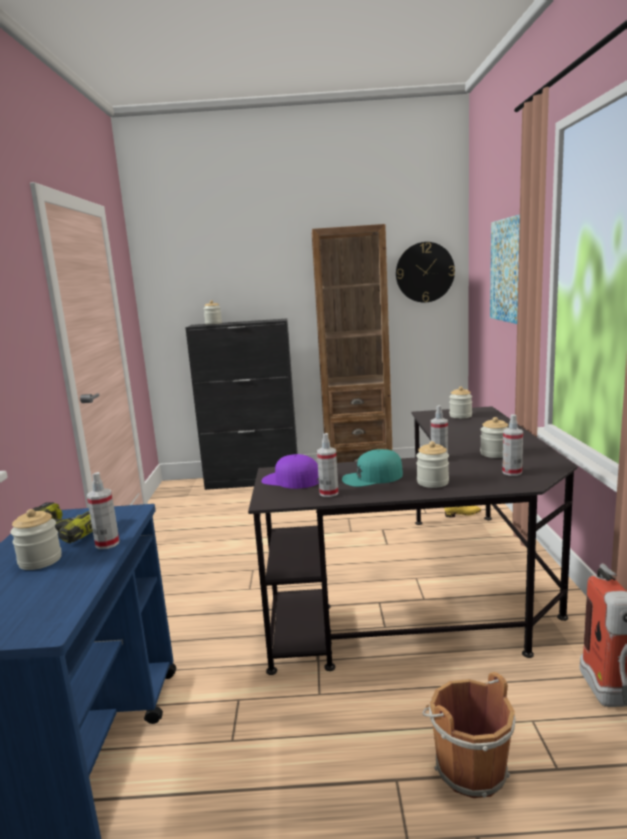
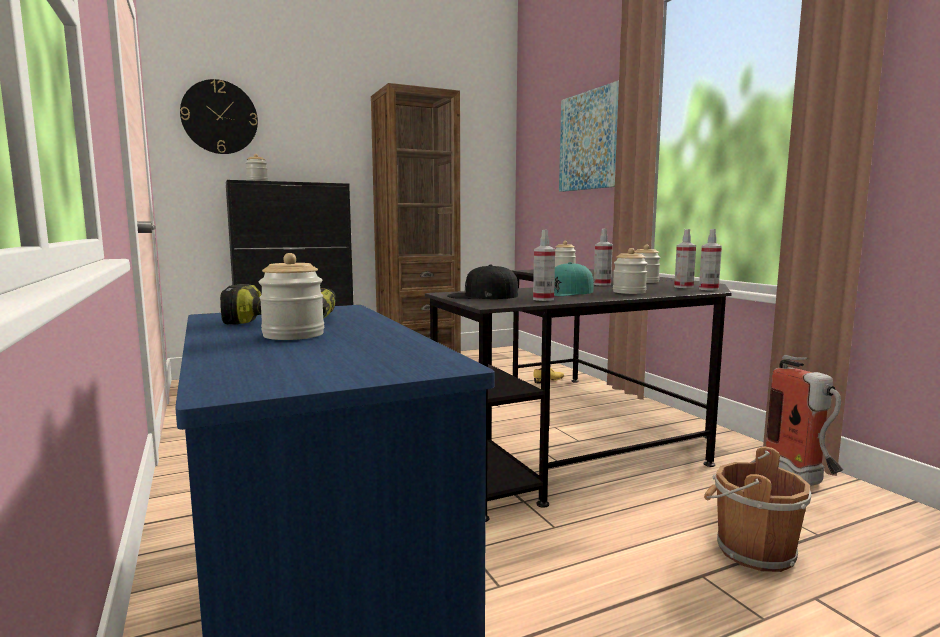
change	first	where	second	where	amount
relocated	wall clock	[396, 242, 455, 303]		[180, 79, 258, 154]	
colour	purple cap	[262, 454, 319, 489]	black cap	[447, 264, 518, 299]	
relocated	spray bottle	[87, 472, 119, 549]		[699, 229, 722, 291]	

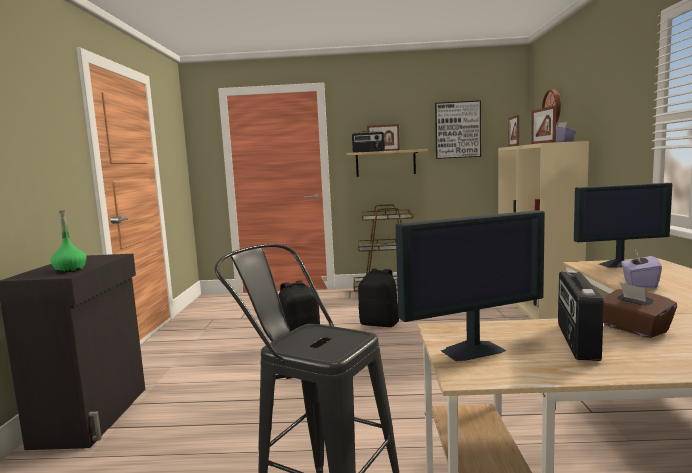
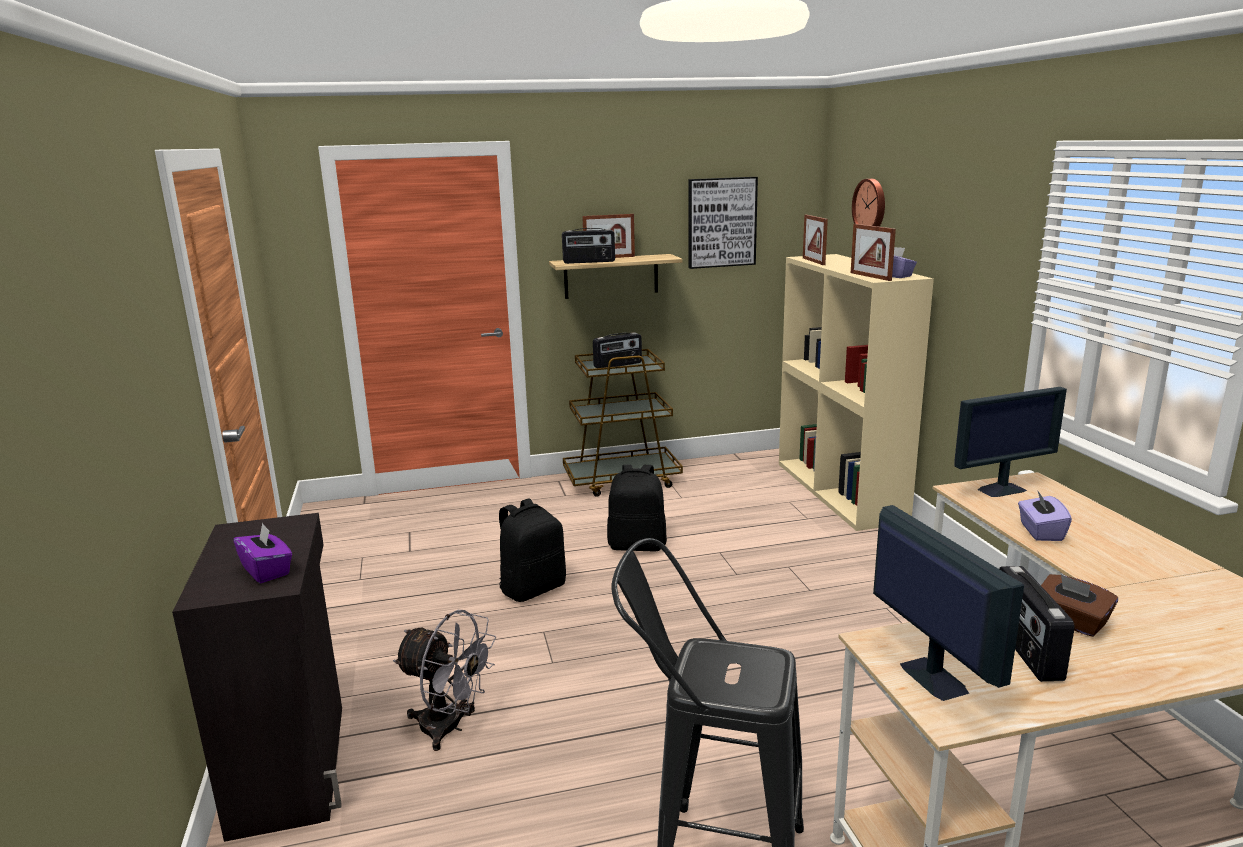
change	first	where	second	where	amount
exchanged	green bottle	[50, 210, 87, 273]	purple tissue box	[233, 522, 292, 583]	
appeared			grey fan	[393, 610, 496, 751]	
appeared			radio	[593, 332, 642, 368]	
spun	monitor	[395, 210, 545, 361]		[873, 505, 1024, 701]	75 degrees counterclockwise

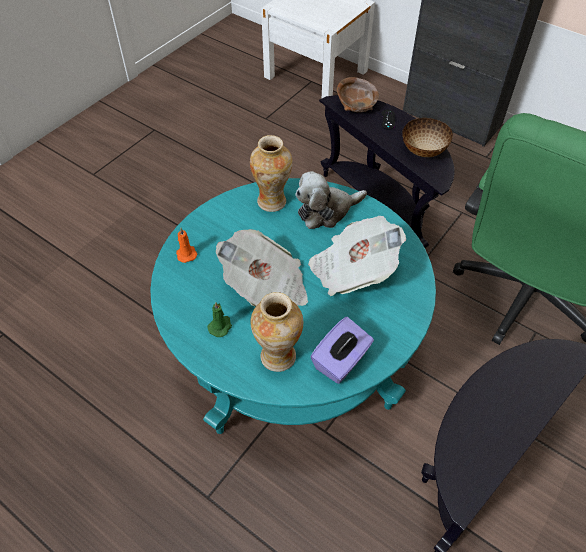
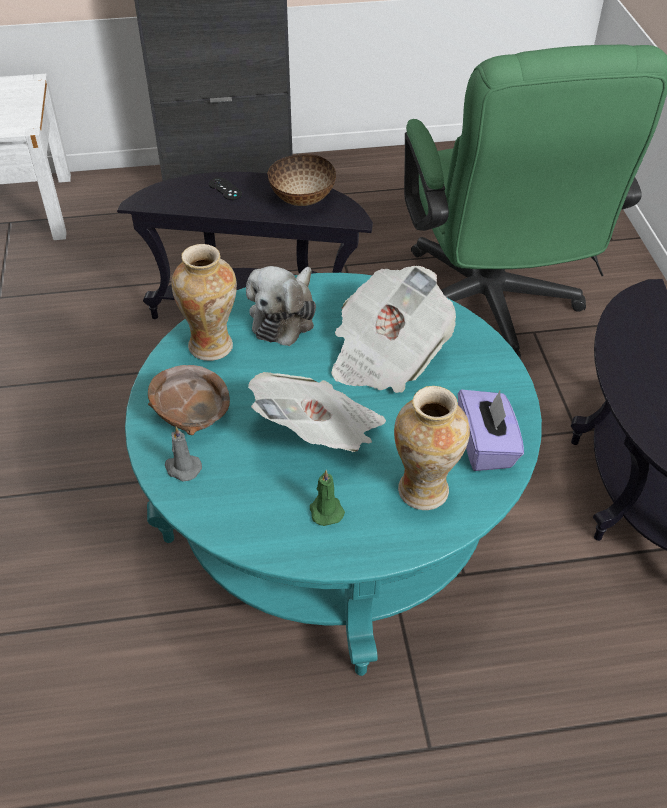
change	first	where	second	where	amount
relocated	brown bowl	[337, 77, 379, 112]		[148, 365, 230, 435]	
colour	orange candle	[176, 228, 197, 263]	grey candle	[165, 427, 202, 481]	

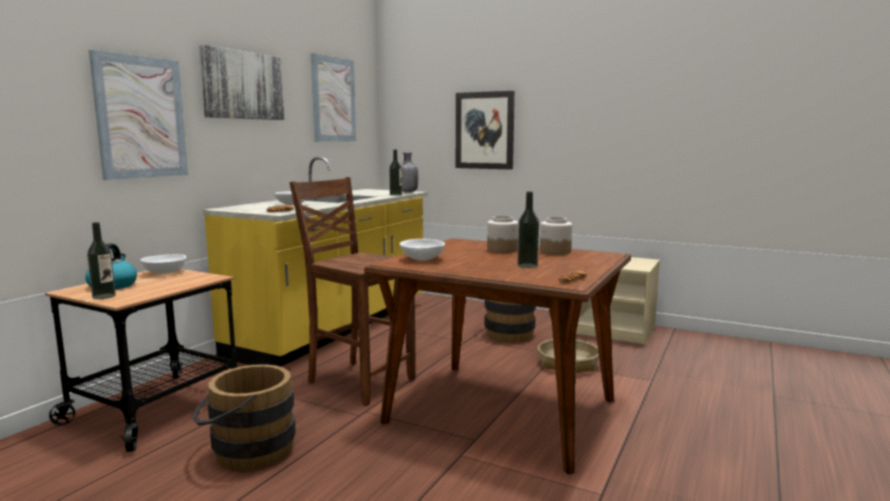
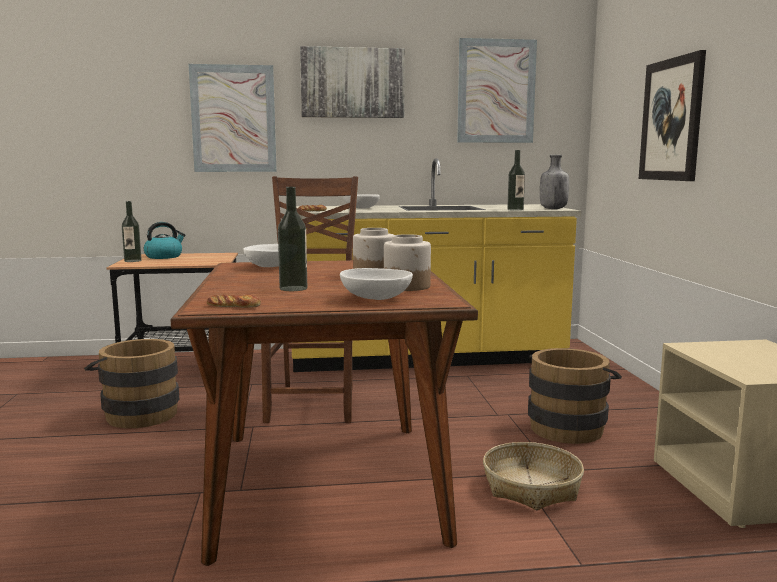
change	first	where	second	where	amount
relocated	white bowl	[140, 254, 186, 274]		[340, 268, 413, 300]	

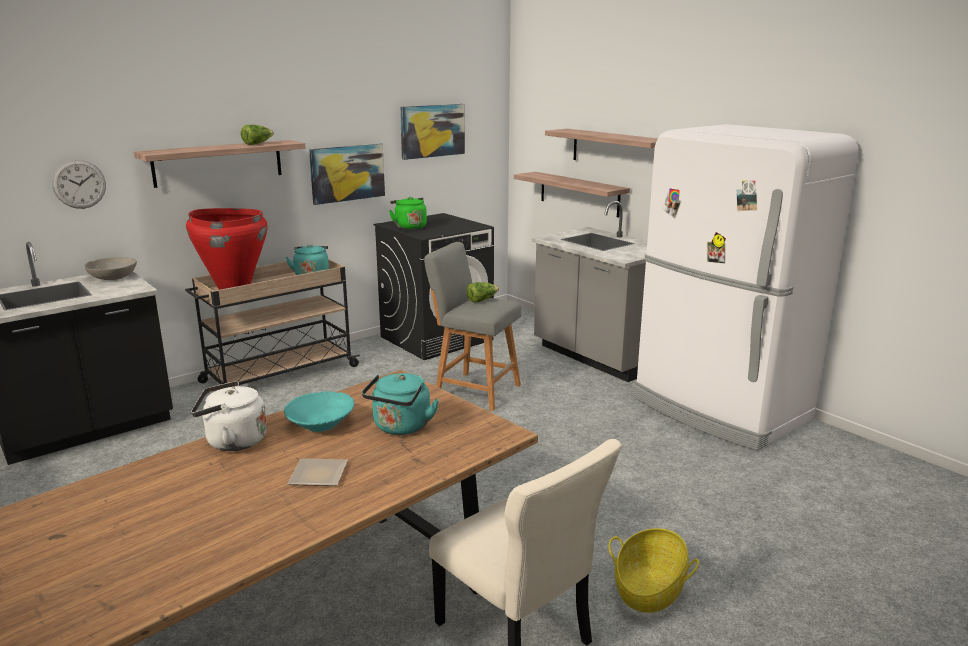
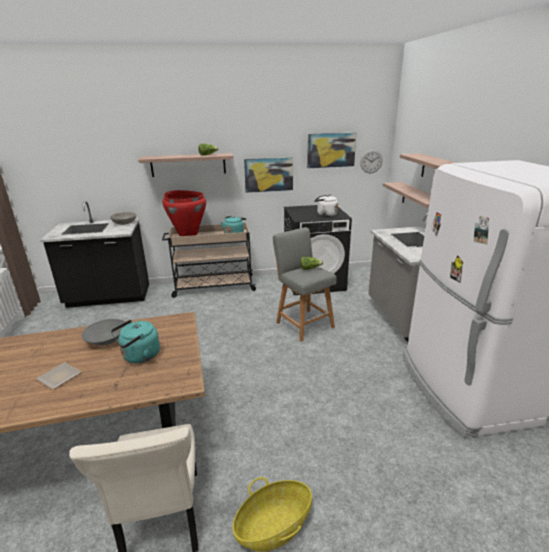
change	first	where	second	where	amount
colour	turquoise bowl	[284, 391, 354, 432]	grey bowl	[82, 319, 125, 345]	
relocated	white kettle	[191, 381, 267, 451]		[314, 194, 338, 217]	
relocated	wall clock	[52, 160, 106, 209]		[360, 150, 383, 174]	
missing	green kettle	[389, 197, 427, 230]			

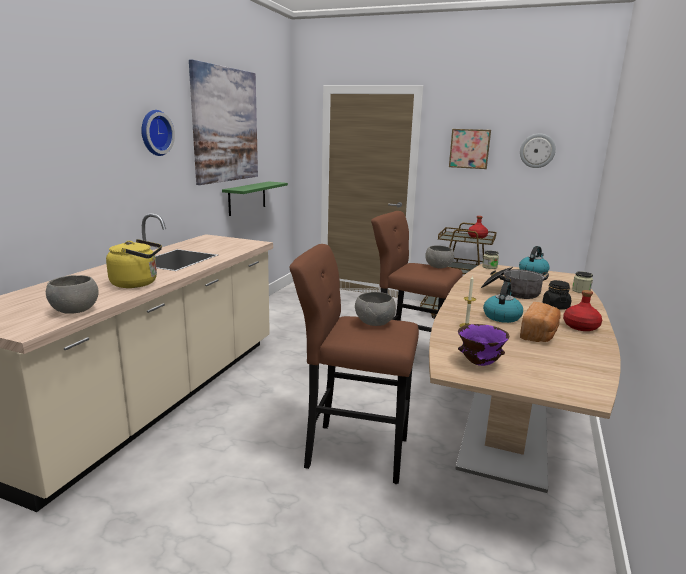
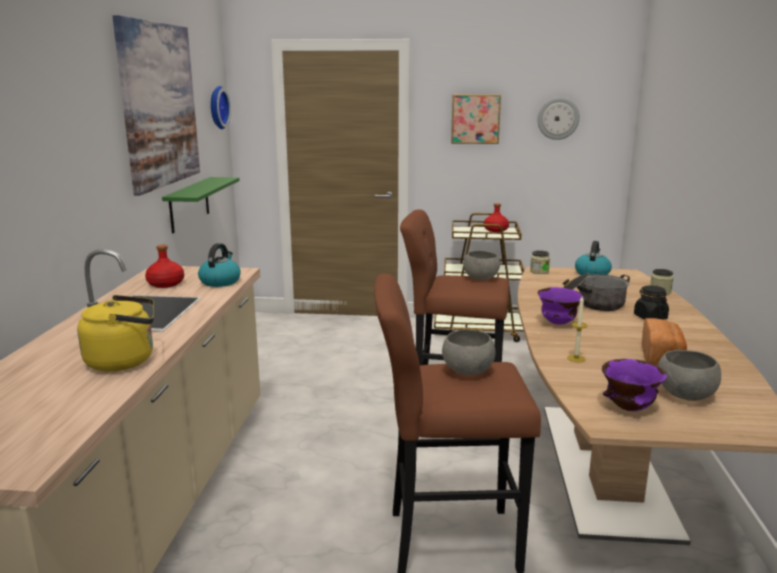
change	first	where	second	where	amount
relocated	red bottle	[563, 290, 602, 331]		[145, 245, 184, 288]	
relocated	kettle	[483, 282, 523, 323]		[198, 243, 241, 287]	
relocated	wall clock	[141, 110, 175, 156]		[211, 86, 231, 129]	
appeared			purple bowl	[538, 287, 584, 325]	
relocated	grey bowl	[46, 275, 99, 314]		[658, 350, 721, 401]	

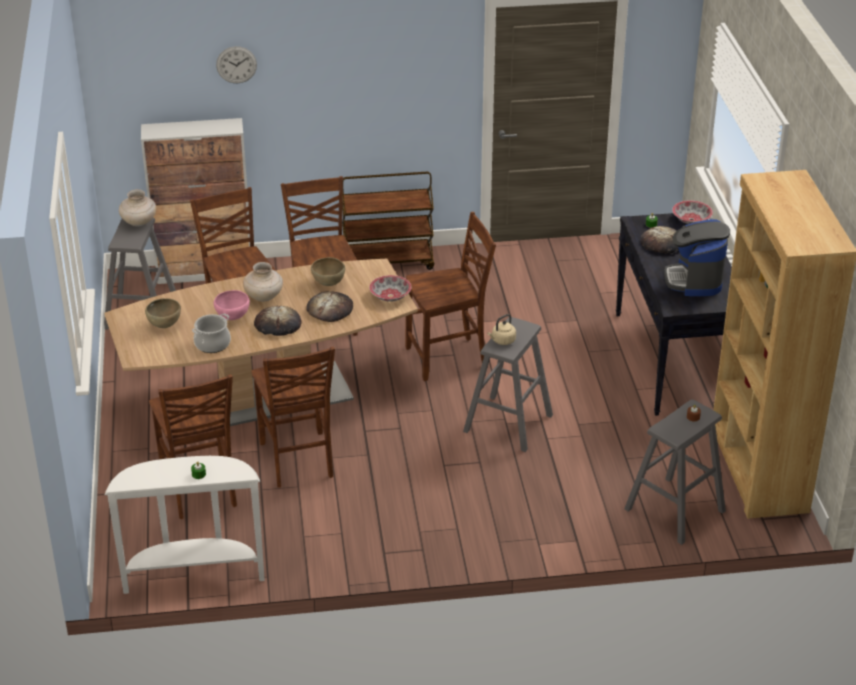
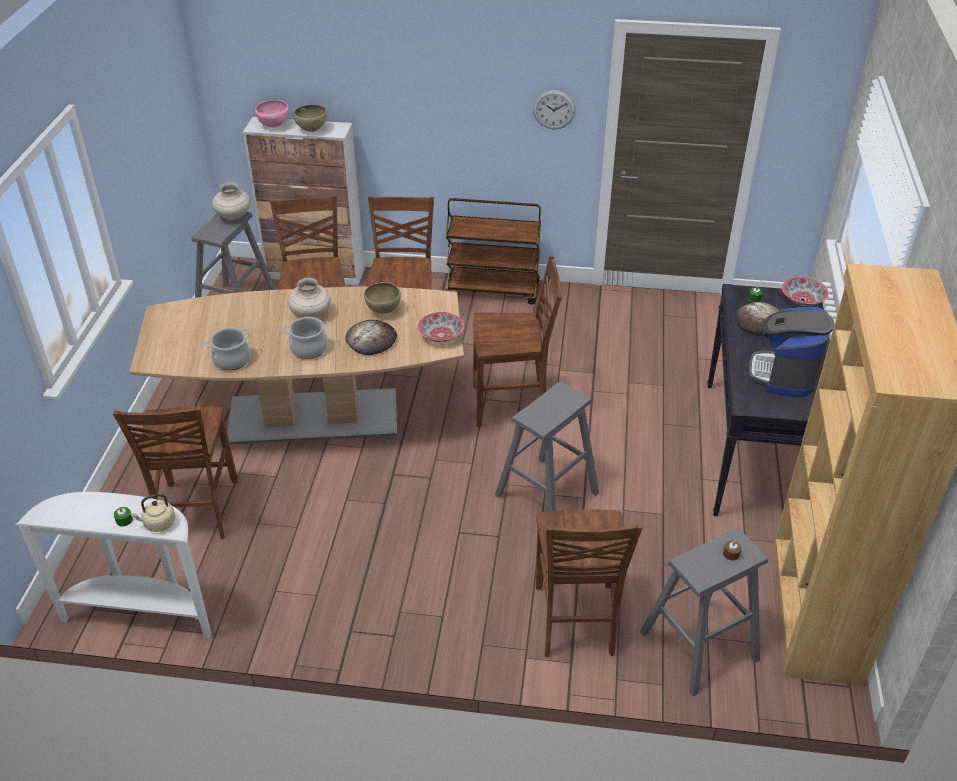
change	first	where	second	where	amount
relocated	beige kettle	[487, 314, 516, 345]		[130, 493, 175, 532]	
relocated	pink bowl	[214, 290, 250, 320]		[255, 100, 289, 127]	
exchanged	bread	[254, 306, 302, 336]	cooking pot	[283, 317, 329, 359]	
relocated	brown bowl	[145, 298, 181, 328]		[293, 104, 327, 132]	
relocated	wall clock	[216, 46, 257, 83]		[533, 90, 575, 129]	
relocated	brown chair	[251, 346, 335, 488]		[536, 509, 643, 658]	

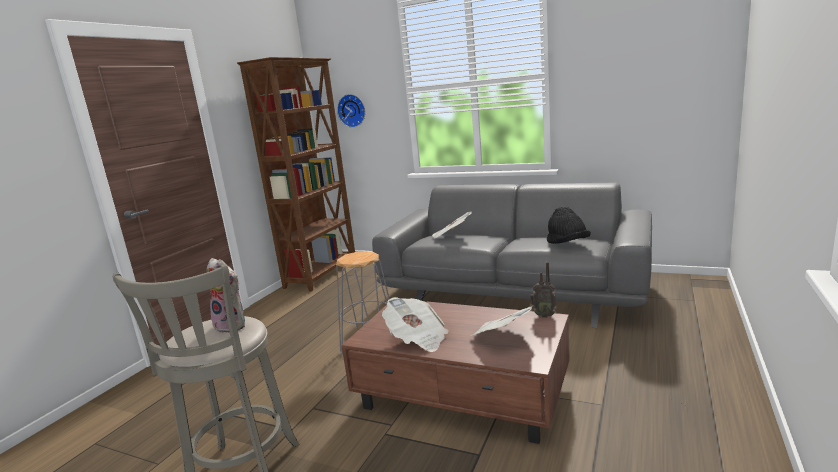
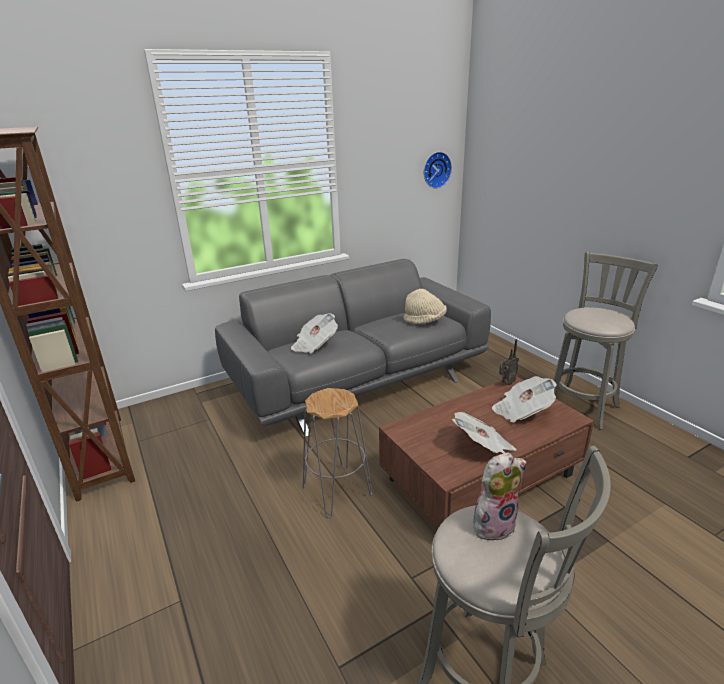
change	first	where	second	where	amount
colour	black hat	[547, 206, 591, 244]	beige hat	[403, 289, 447, 324]	
relocated	wall clock	[337, 94, 365, 128]		[424, 152, 452, 189]	
appeared			grey stool	[554, 252, 658, 430]	

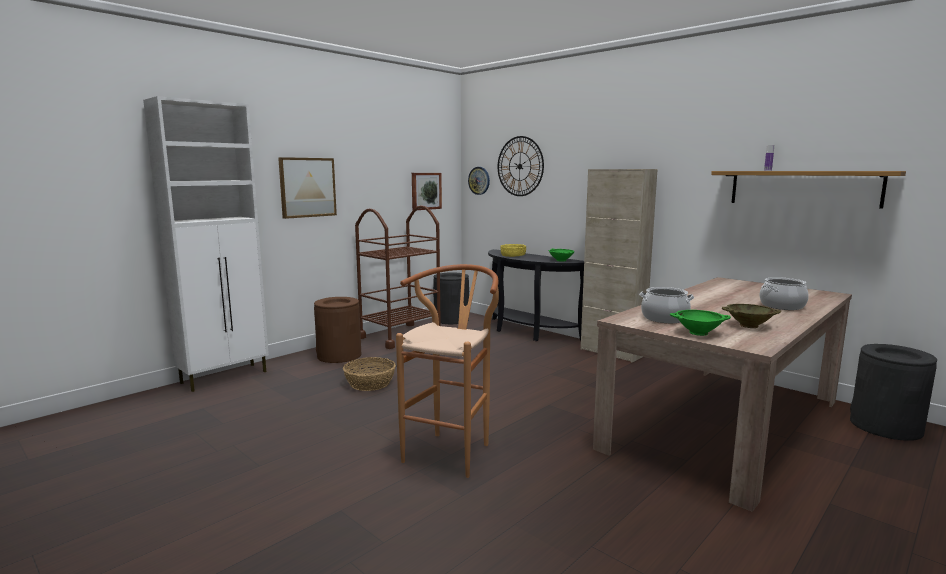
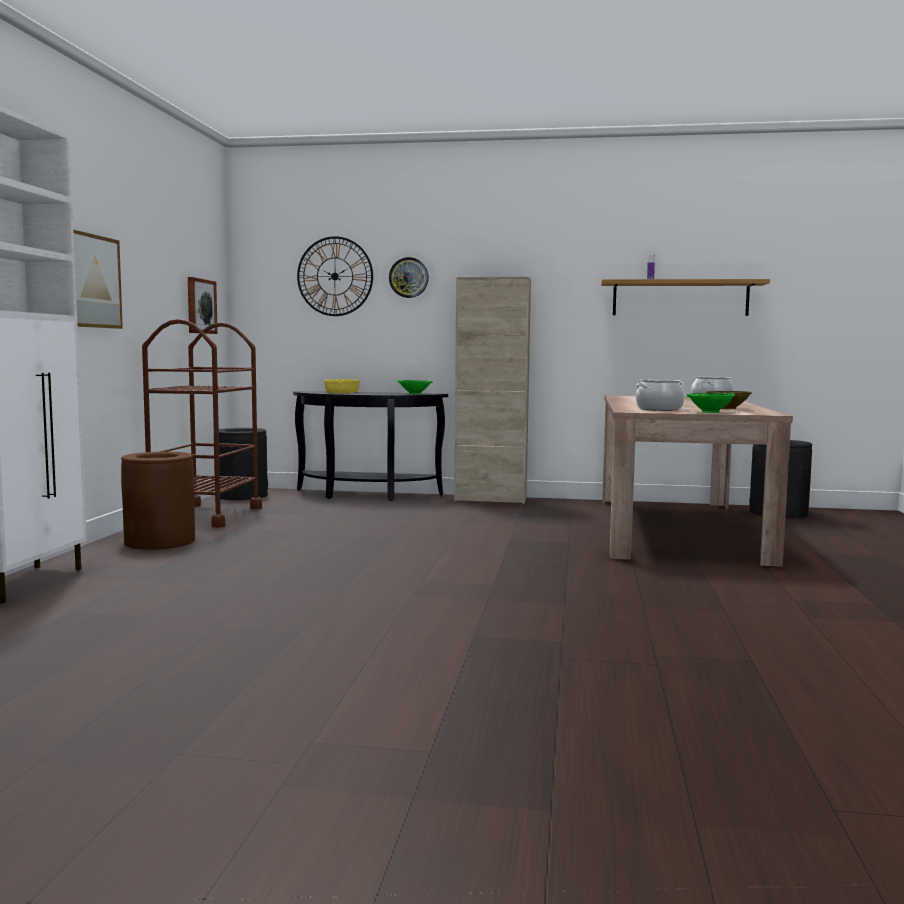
change	first	where	second	where	amount
relocated	wall clock	[468, 167, 490, 195]		[389, 257, 429, 298]	
missing	basket	[343, 357, 396, 391]			
missing	brown stool	[396, 264, 499, 478]			

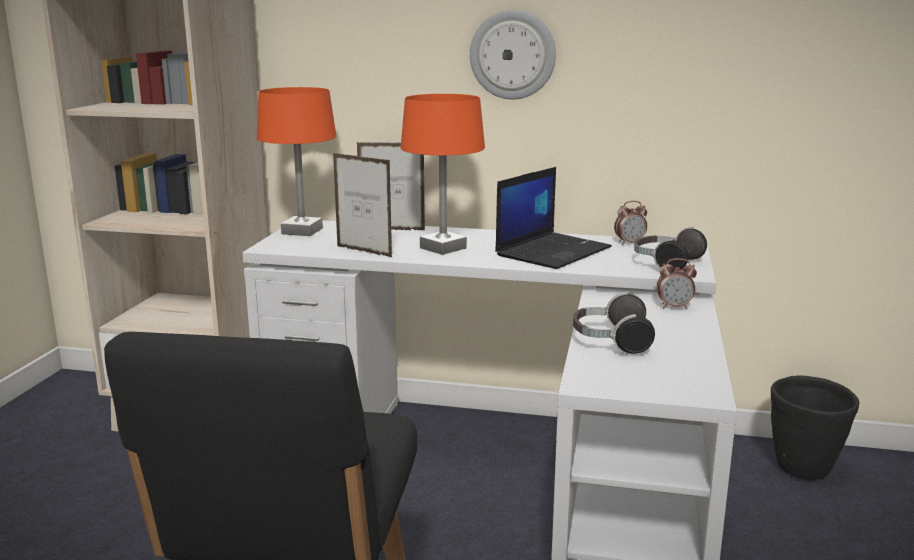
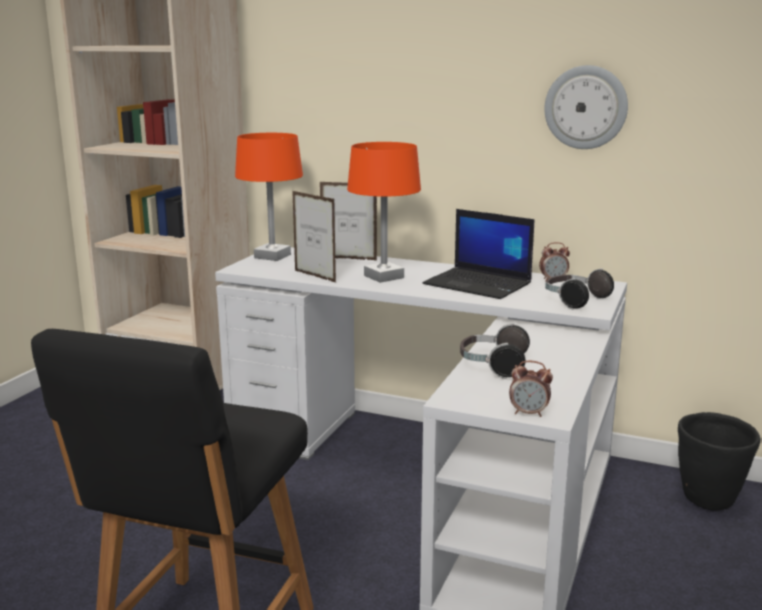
change	first	where	second	where	amount
spun	laptop	[495, 167, 612, 269]		[422, 209, 534, 299]	75 degrees clockwise
relocated	alarm clock	[657, 258, 697, 309]		[509, 360, 553, 417]	
relocated	wall clock	[470, 10, 556, 100]		[544, 65, 628, 149]	

